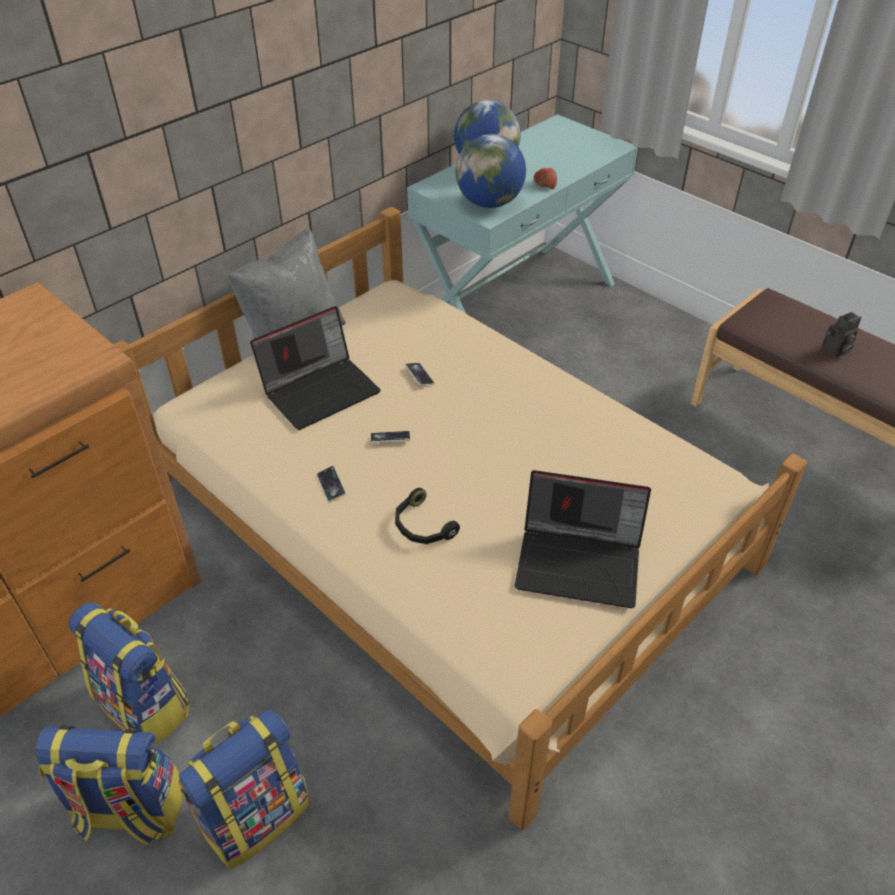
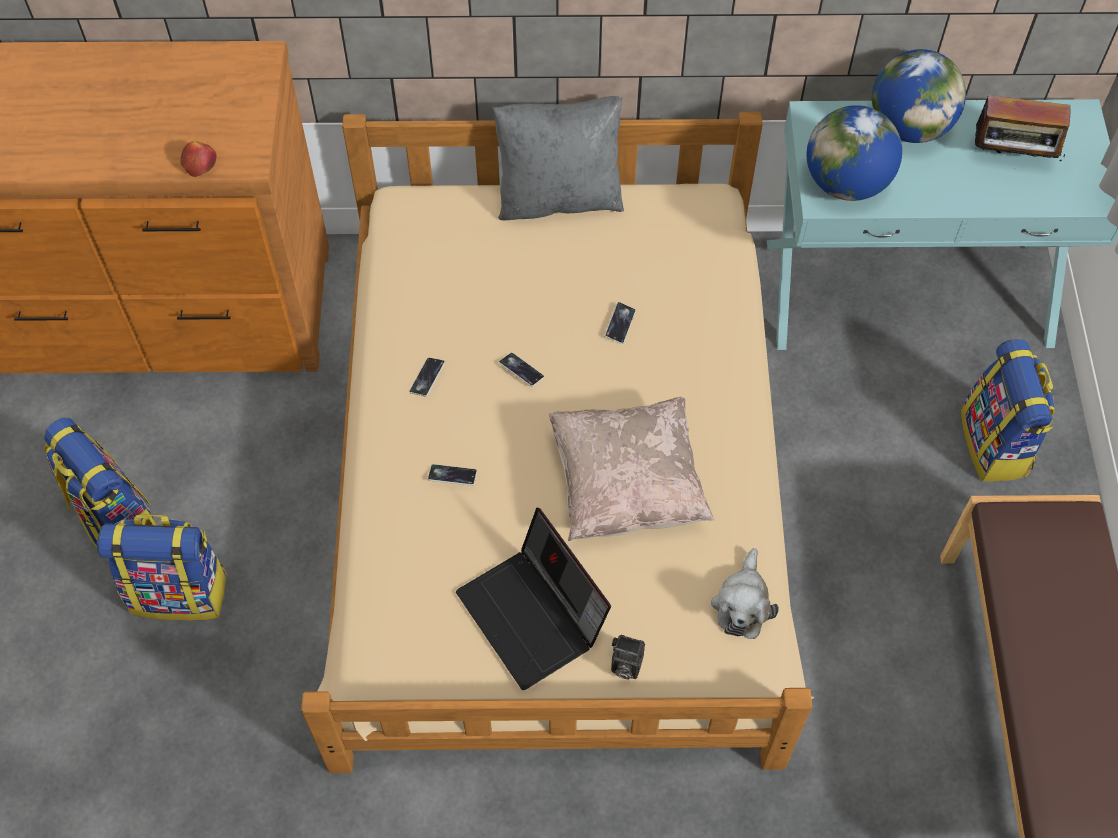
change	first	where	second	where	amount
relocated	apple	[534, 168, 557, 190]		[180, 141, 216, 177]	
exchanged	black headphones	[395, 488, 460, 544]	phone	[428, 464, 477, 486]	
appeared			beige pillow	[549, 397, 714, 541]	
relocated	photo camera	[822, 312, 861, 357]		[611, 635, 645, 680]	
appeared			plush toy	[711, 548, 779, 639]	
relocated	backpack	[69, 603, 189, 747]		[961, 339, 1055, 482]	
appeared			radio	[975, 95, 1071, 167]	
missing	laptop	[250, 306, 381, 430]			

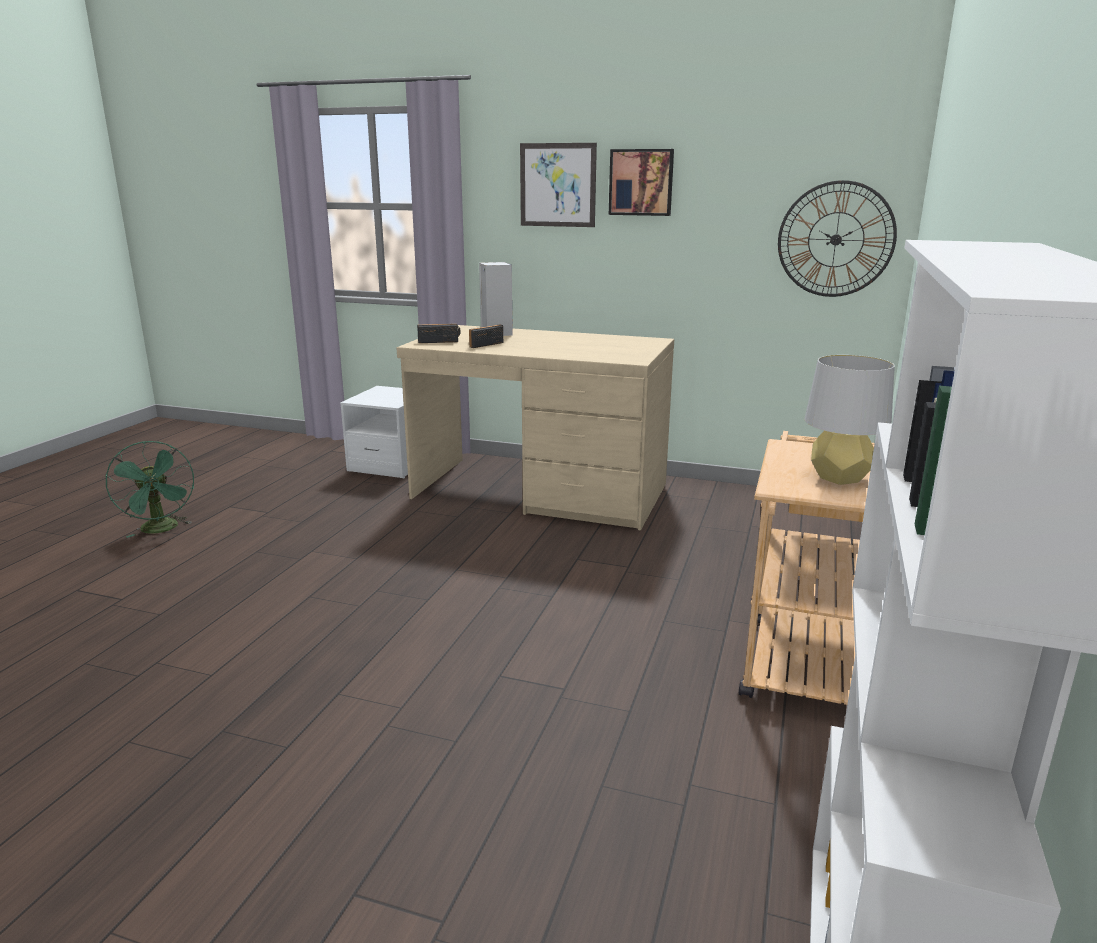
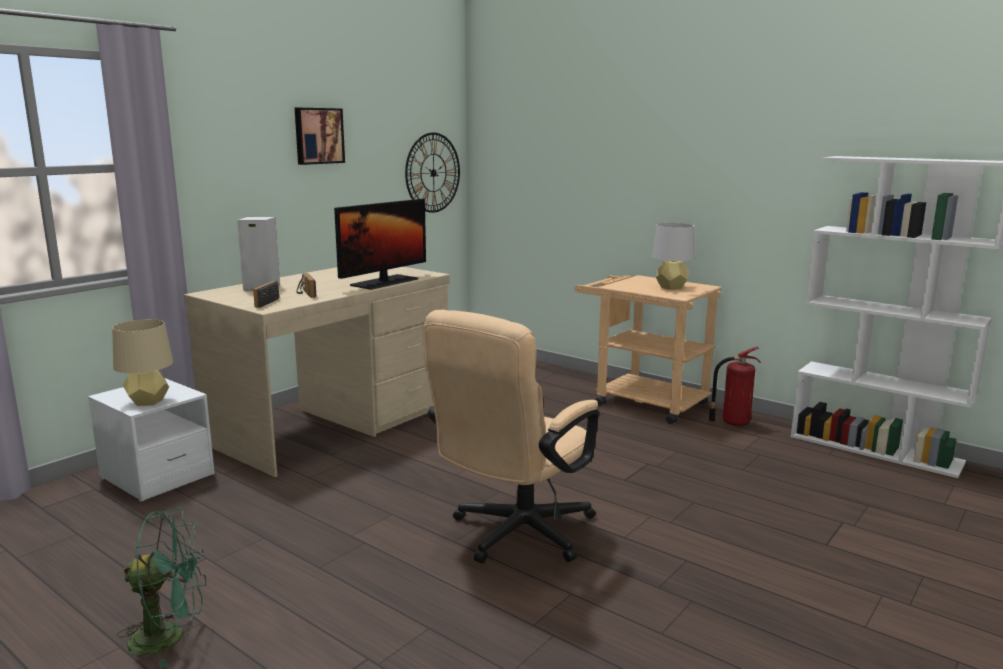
change	first	where	second	where	amount
appeared			beige table lamp	[112, 319, 173, 406]	
appeared			monitor	[334, 199, 426, 290]	
appeared			beige office chair	[423, 310, 599, 563]	
appeared			fire extinguisher	[709, 347, 761, 427]	
missing	picture	[520, 143, 597, 227]			

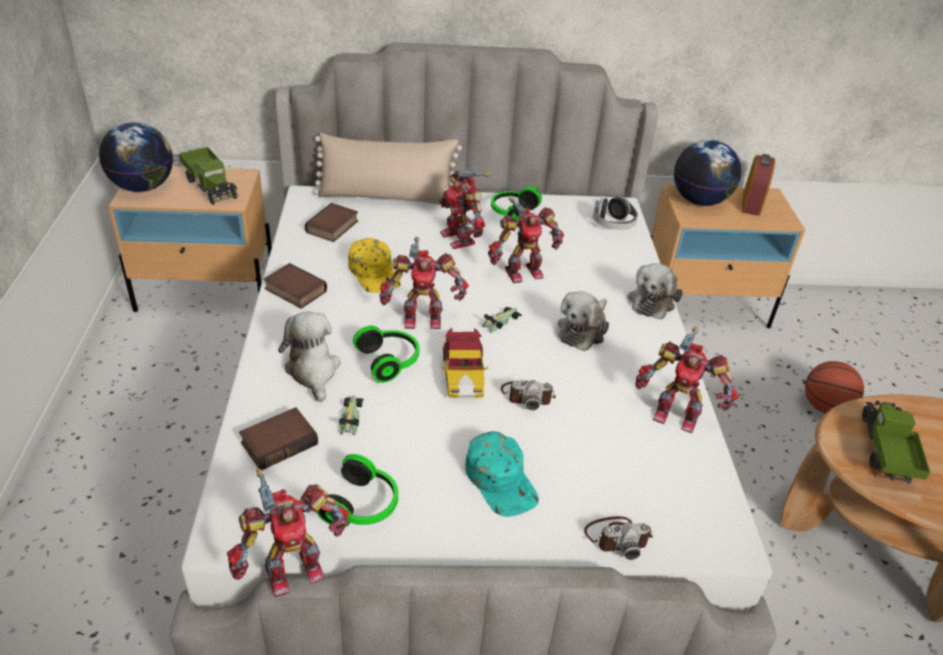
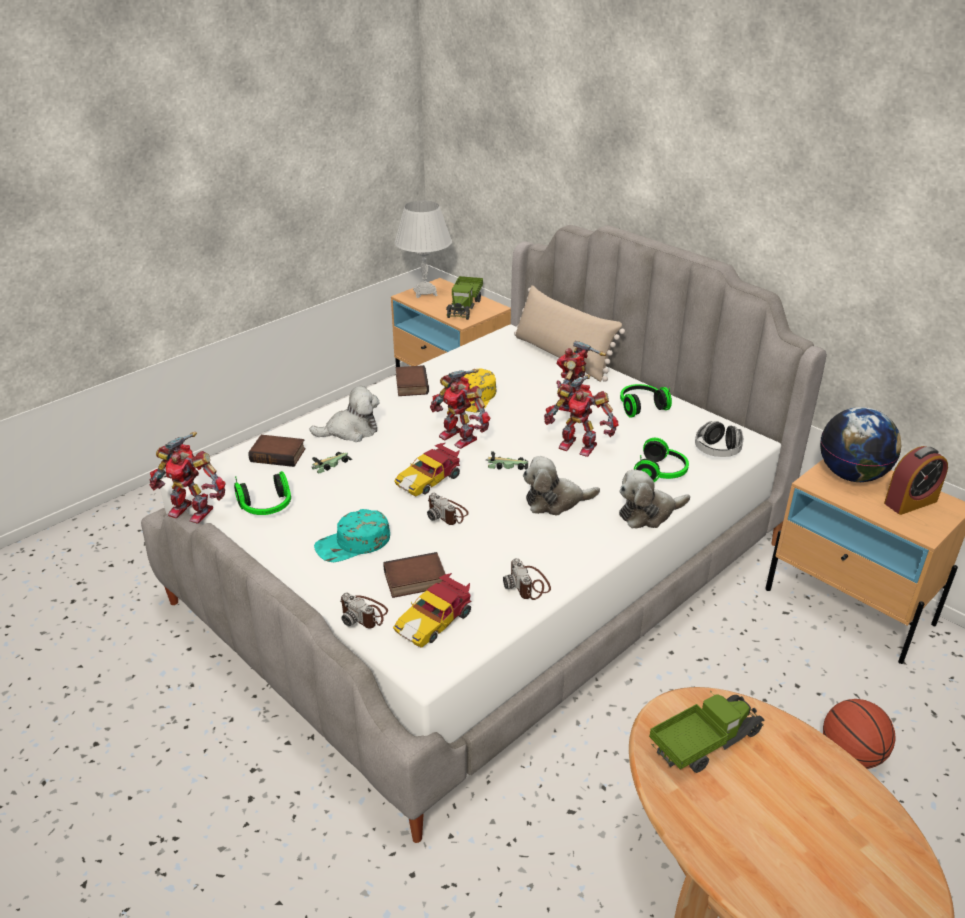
change	first	where	second	where	amount
spun	plush toy	[278, 311, 340, 402]		[309, 386, 380, 442]	45 degrees clockwise
spun	turquoise cap	[465, 431, 539, 517]		[314, 509, 390, 562]	45 degrees clockwise
relocated	book	[305, 203, 358, 242]		[383, 552, 445, 598]	
appeared			toy car	[393, 573, 471, 648]	
exchanged	globe	[99, 122, 173, 192]	white table lamp	[394, 200, 452, 298]	
exchanged	toy robot	[635, 327, 739, 433]	photo camera	[503, 558, 551, 600]	
relocated	headphones	[353, 326, 419, 383]		[634, 438, 689, 482]	

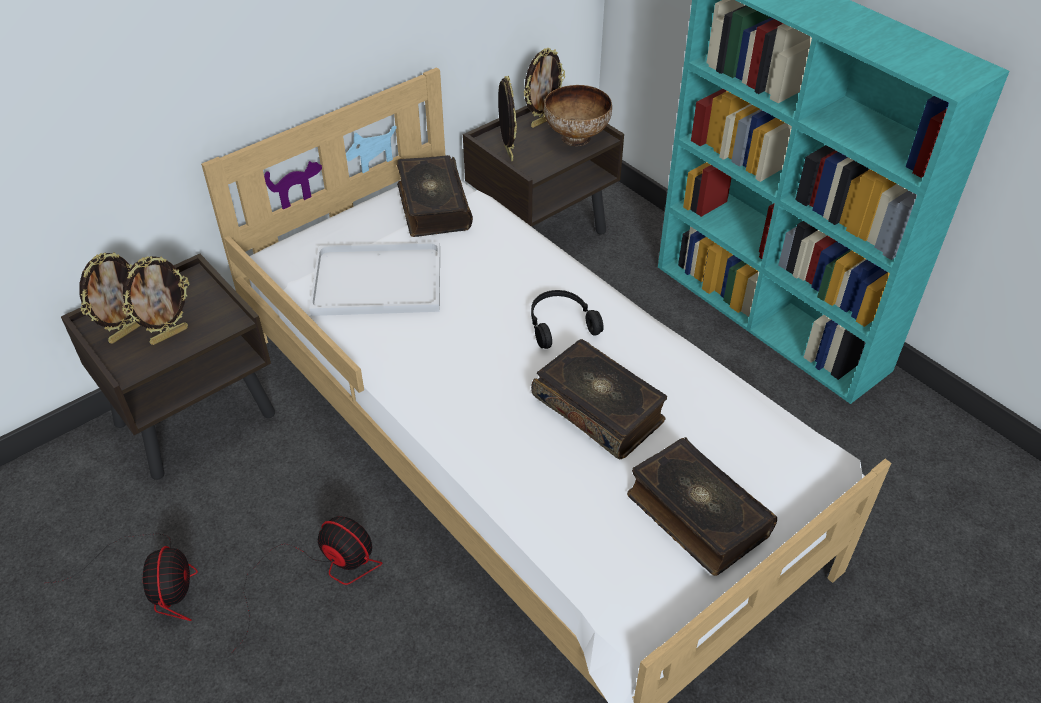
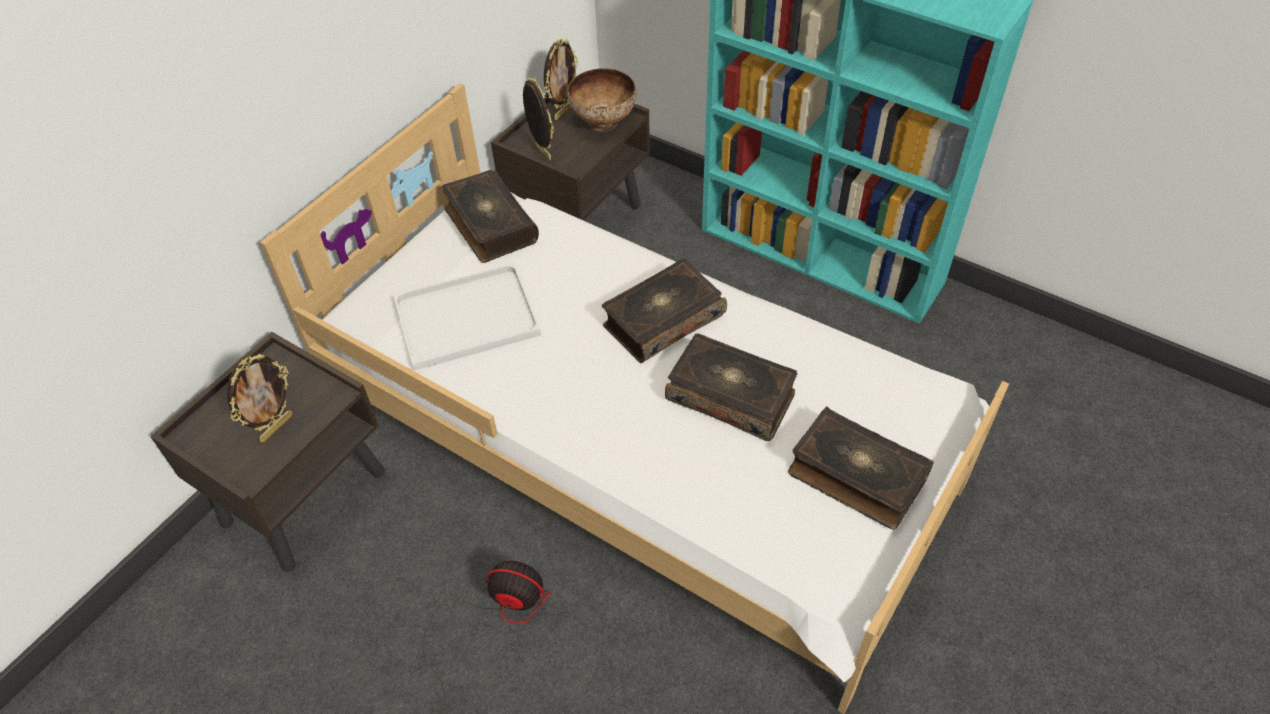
change	first	where	second	where	amount
exchanged	black headphones	[531, 290, 603, 349]	book	[602, 258, 727, 363]	
missing	fan	[44, 533, 198, 621]			
missing	picture frame	[79, 252, 141, 344]			

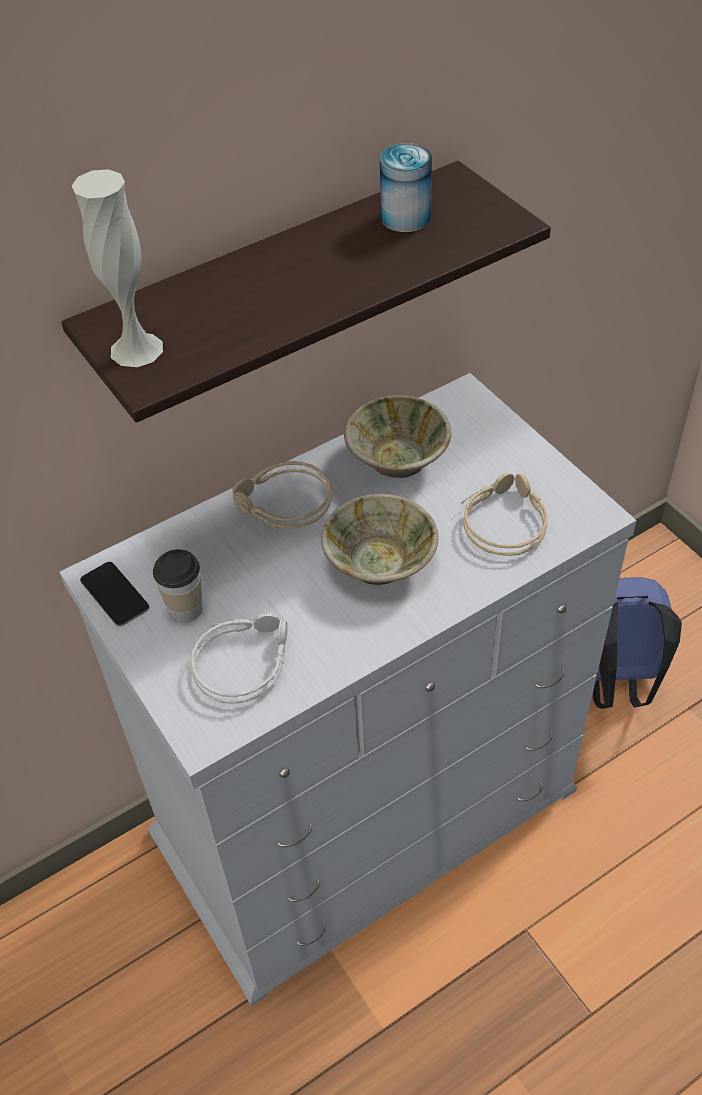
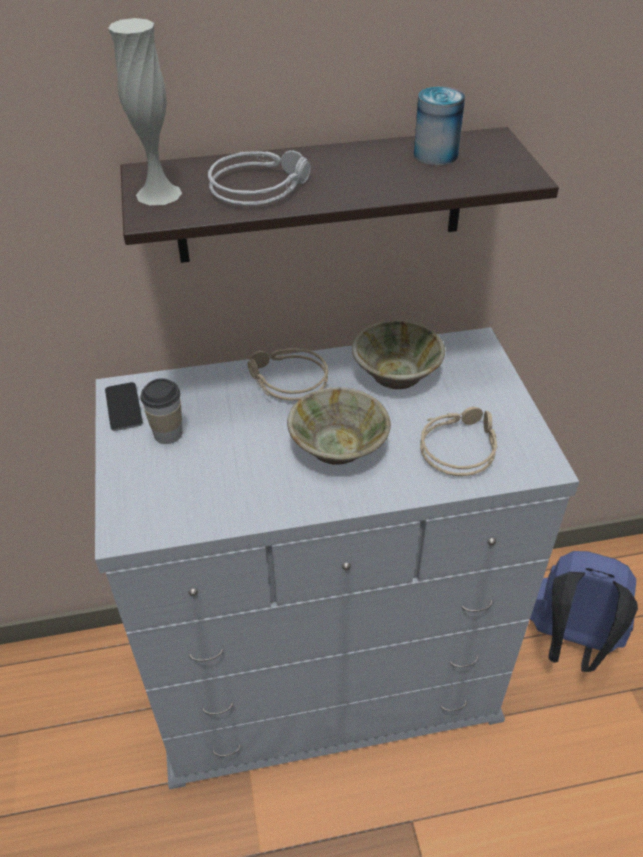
change	first	where	second	where	amount
relocated	grey headphones	[190, 613, 288, 704]		[208, 150, 311, 206]	

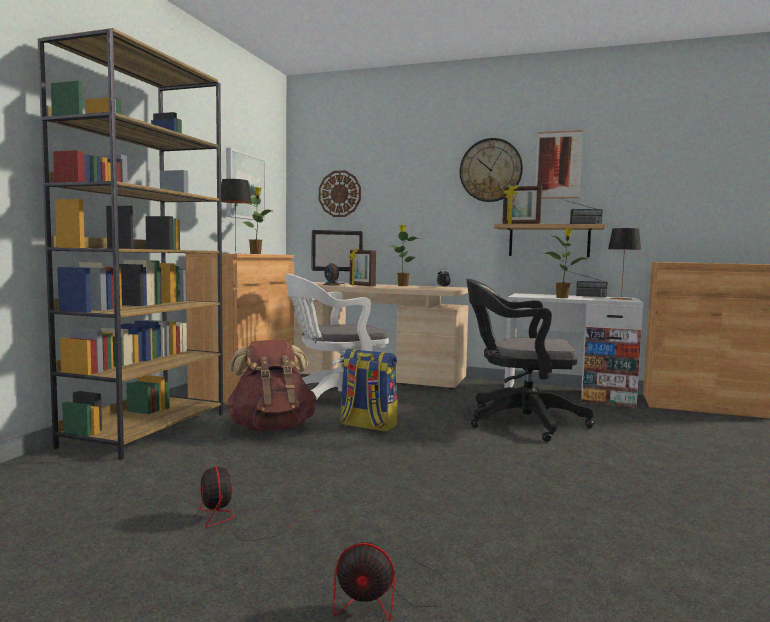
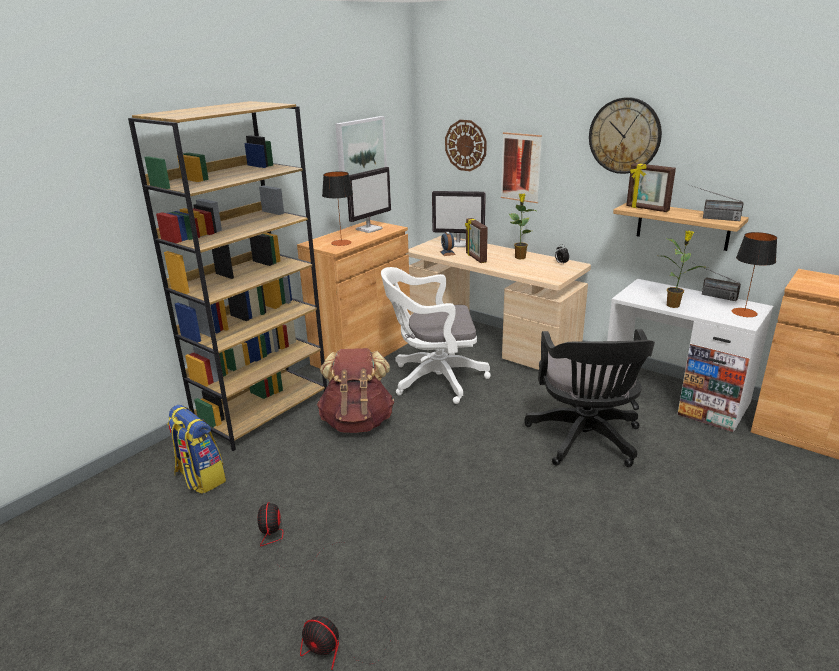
change	first	where	second	where	amount
relocated	backpack	[340, 349, 398, 432]		[167, 405, 226, 494]	
exchanged	potted plant	[242, 187, 272, 254]	monitor	[347, 167, 391, 233]	
relocated	picture	[535, 130, 583, 199]		[501, 132, 542, 203]	
spun	black office chair	[466, 279, 594, 442]		[524, 329, 655, 467]	120 degrees counterclockwise

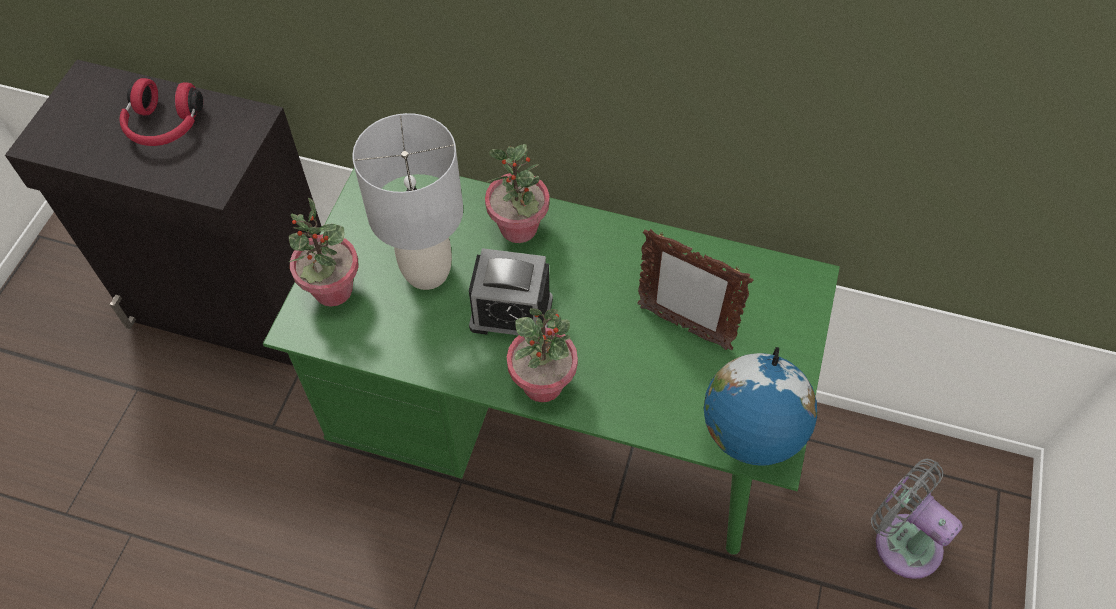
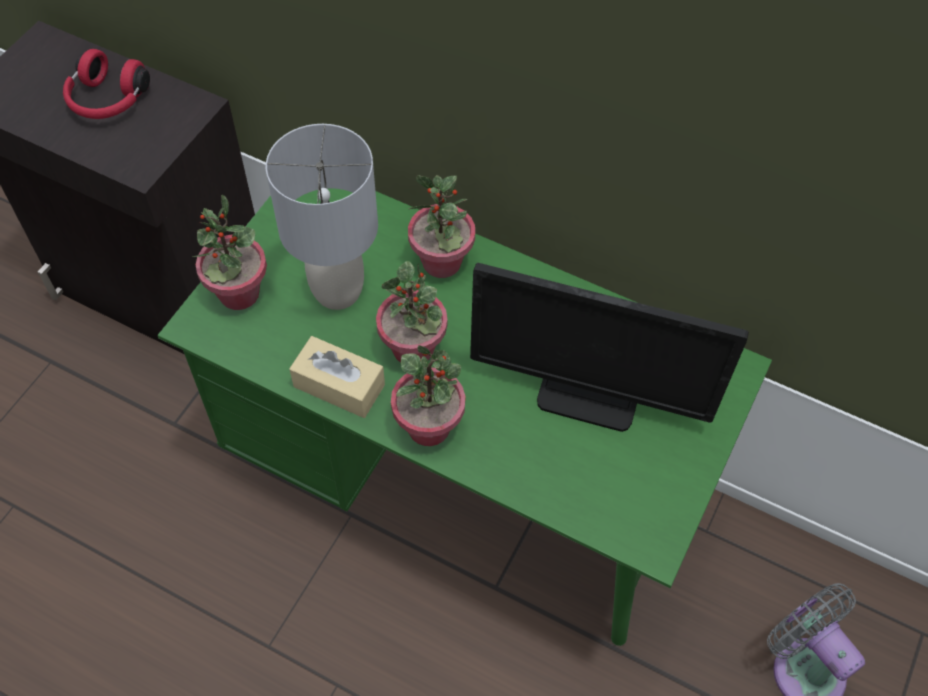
change	first	where	second	where	amount
appeared			beige tissue box	[289, 336, 385, 418]	
exchanged	alarm clock	[469, 248, 553, 335]	potted plant	[376, 261, 448, 363]	
exchanged	picture frame	[637, 229, 753, 350]	monitor	[470, 263, 749, 432]	
missing	globe	[704, 347, 817, 466]			

